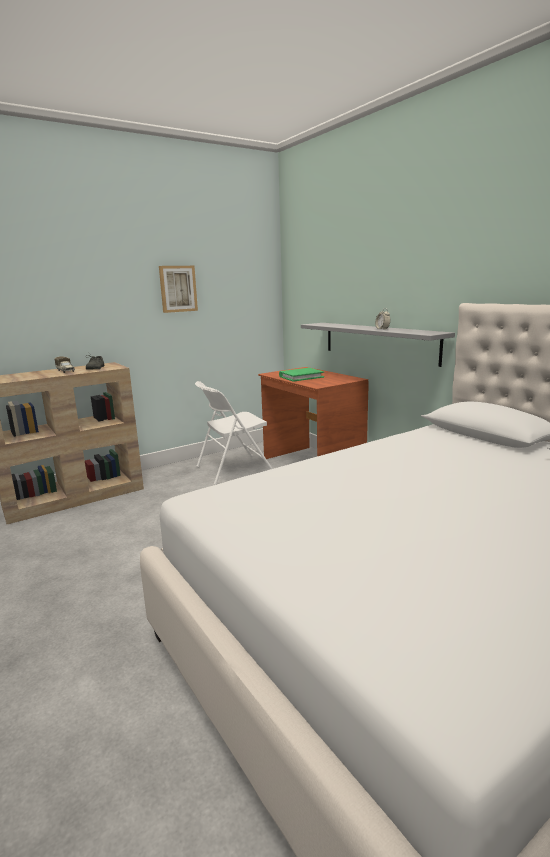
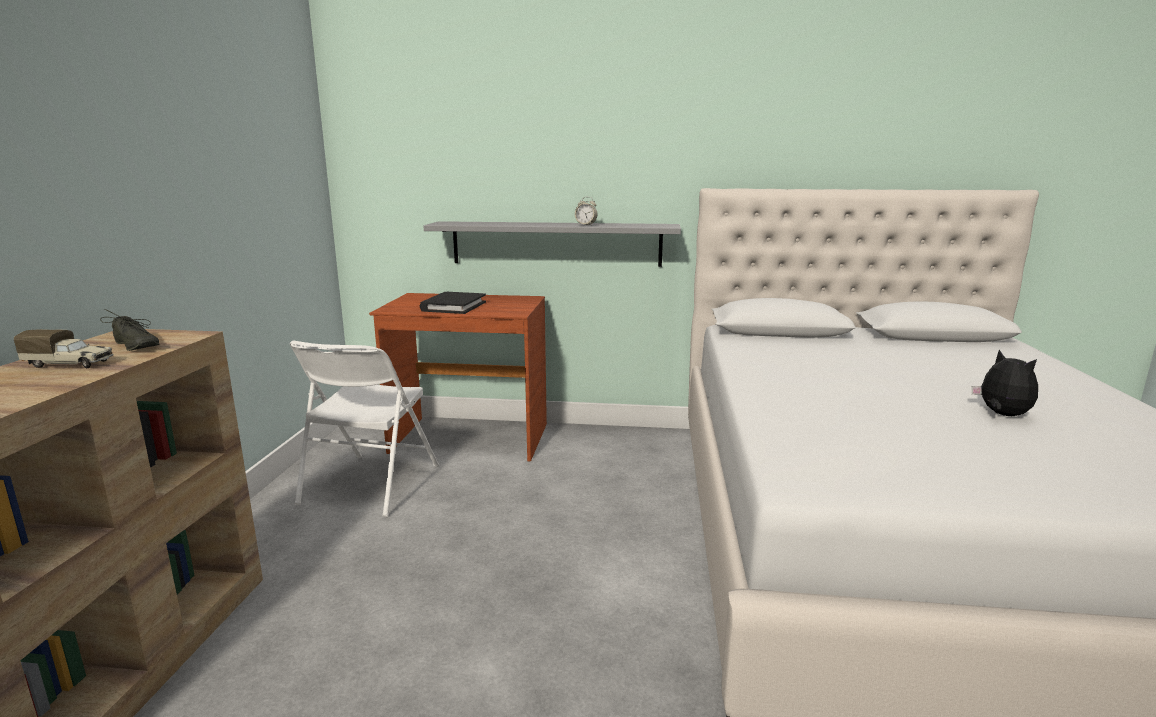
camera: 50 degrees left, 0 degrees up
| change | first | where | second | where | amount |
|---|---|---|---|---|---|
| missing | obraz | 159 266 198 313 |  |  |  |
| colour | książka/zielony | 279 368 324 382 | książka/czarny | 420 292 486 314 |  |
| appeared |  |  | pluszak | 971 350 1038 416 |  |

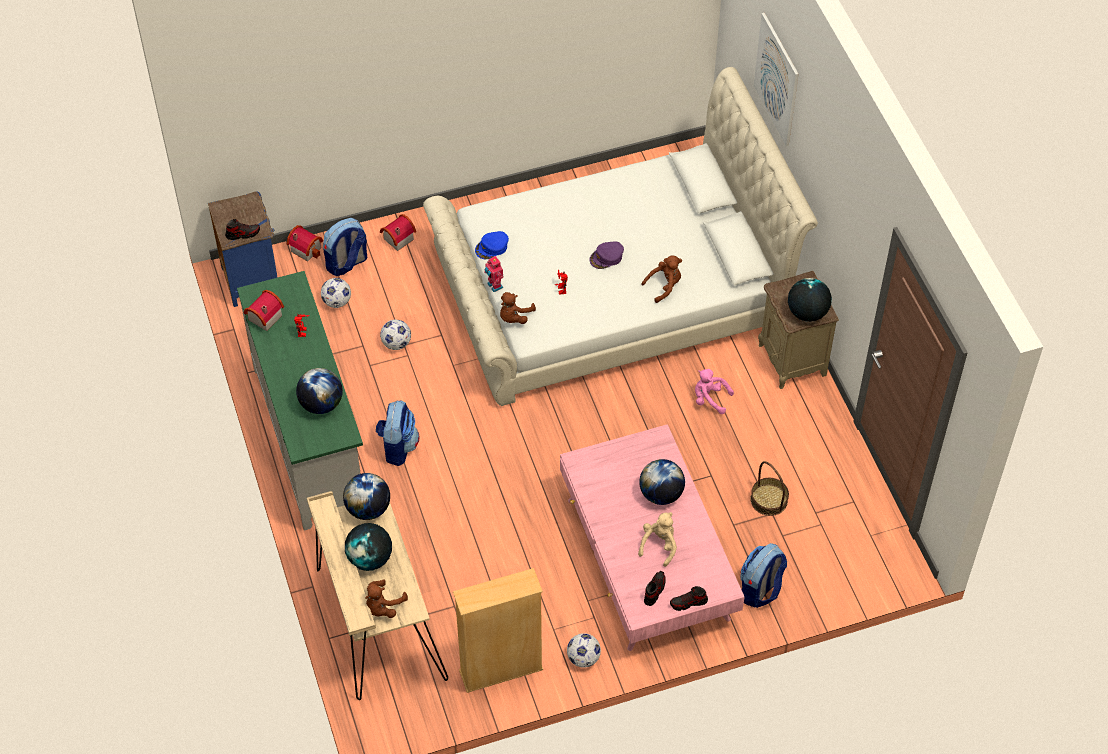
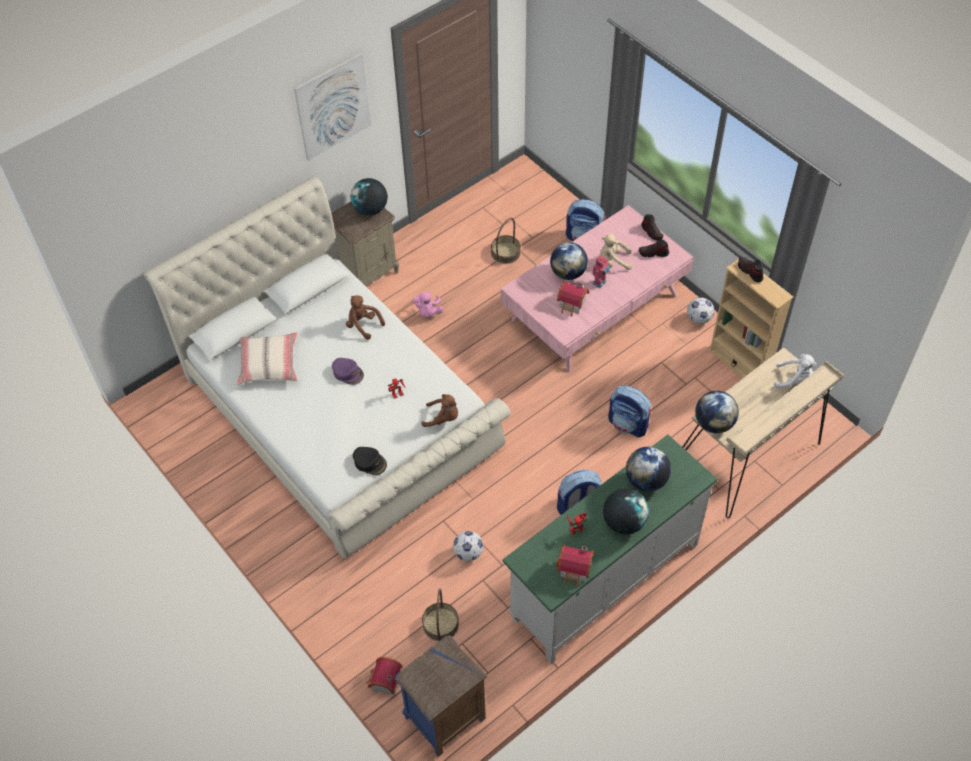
camera: 110 degrees left, 0 degrees up
| change | first | where | second | where | amount |
|---|---|---|---|---|---|
| relocated | but | 225 219 260 240 |  | 738 257 763 282 |  |
| exchanged | piłka futbolowa | 321 278 351 308 | koszyk | 422 589 459 641 |  |
| relocated | plecak | 323 218 367 276 |  | 608 385 652 437 |  |
| relocated | globus | 345 523 392 571 |  | 603 488 649 535 |  |
| colour | pluszak/brązowy | 365 579 408 618 | pluszak/biały | 774 354 817 388 |  |
| relocated | domek | 380 214 416 251 |  | 557 281 589 317 |  |
| colour | czapka z daszkiem/niebieski | 475 231 509 259 | czapka z daszkiem/czarny | 353 447 387 475 |  |
| relocated | robot zabawkowy | 484 256 503 292 |  | 592 255 610 288 |  |
| relocated | obraz | 754 13 799 146 |  | 294 52 371 161 |  |
| appeared |  |  | poduszka/beżowy | 237 332 298 385 |  |

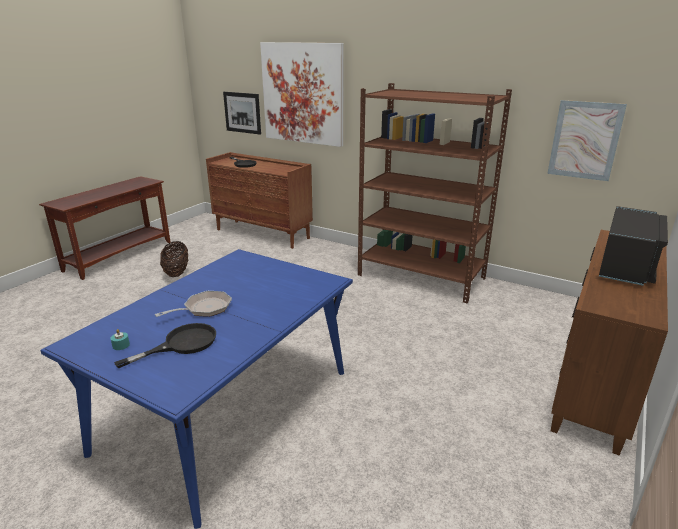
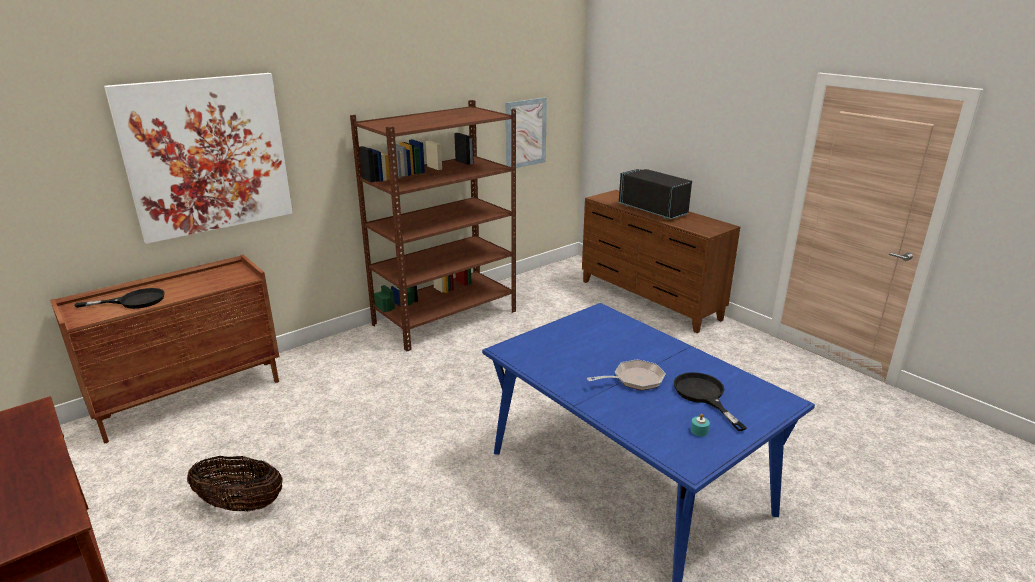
camera: 70 degrees left, 0 degrees up
| change | first | where | second | where | amount |
|---|---|---|---|---|---|
| spun | patelnia | 155 291 232 317 |  | 587 359 666 390 | 90 degrees clockwise |
| missing | obraz | 223 92 261 134 |  |  |  |

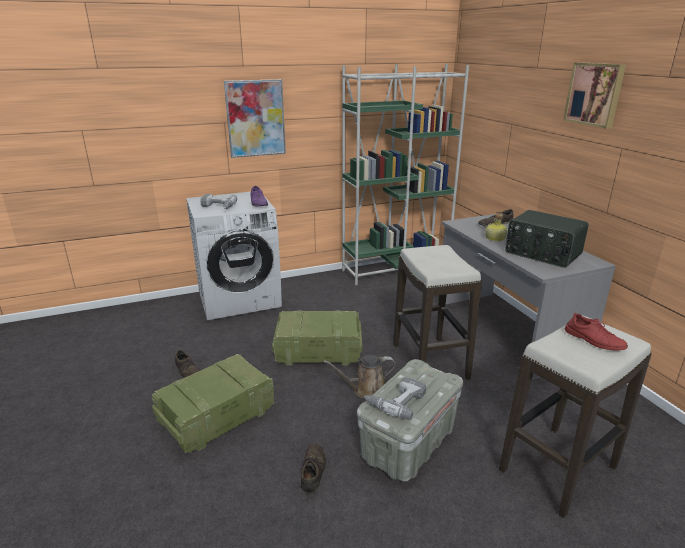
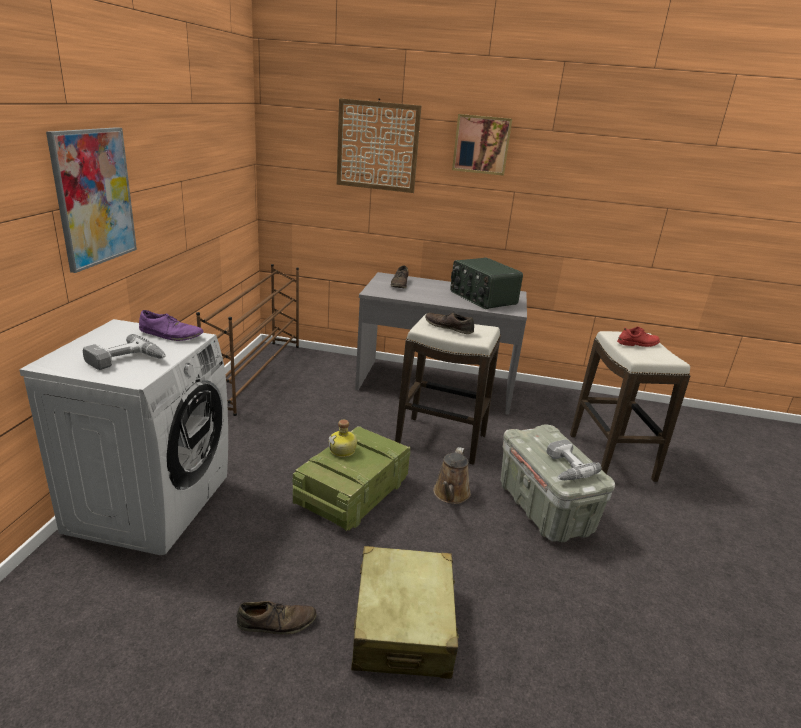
camera: 60 degrees left, 0 degrees up
| change | first | where | second | where | amount |
|---|---|---|---|---|---|
| exchanged | skrzynka | 152 354 274 453 | walizka/beżowy | 351 546 459 679 |  |
| relocated | but/brązowy | 301 443 326 495 |  | 425 312 474 334 |  |
| exchanged | regał/zielony | 342 63 469 285 | regał na buty/brązowy | 196 264 299 416 |  |
| relocated | butelka | 485 213 508 241 |  | 329 420 357 457 |  |
| spun | radio | 505 210 589 268 |  | 450 257 523 309 | 75 degrees clockwise |
| appeared |  |  | obraz | 337 98 421 193 |  |

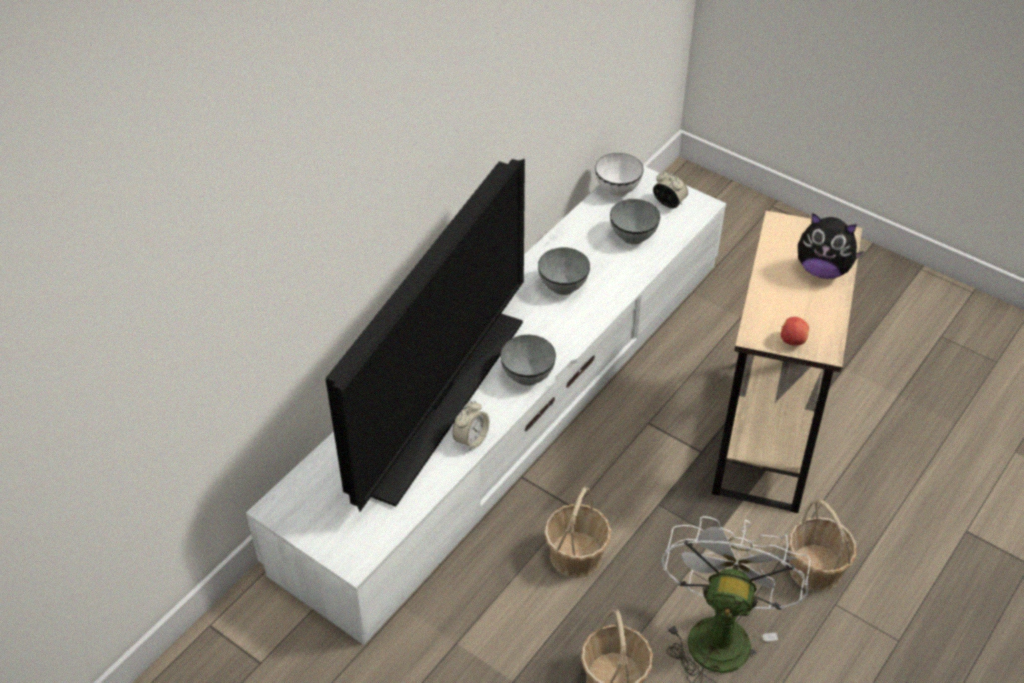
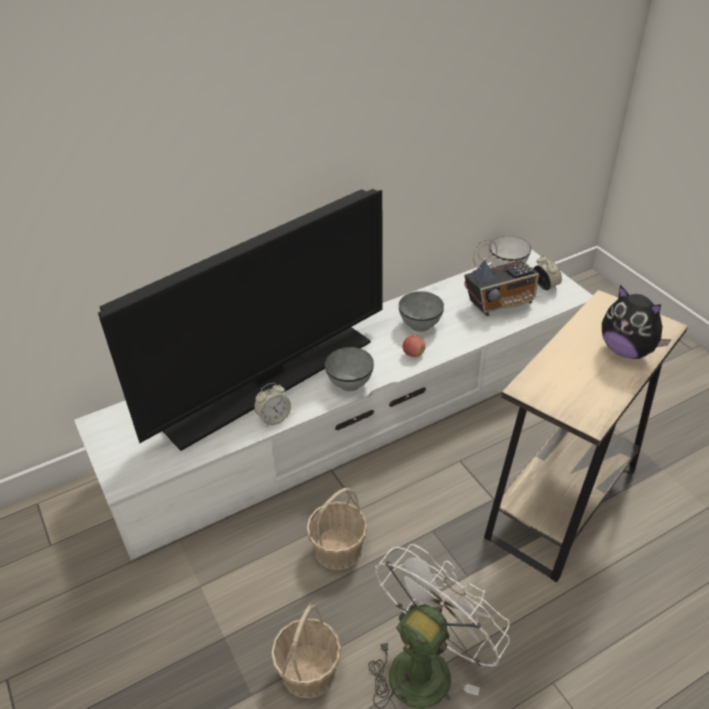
camera: 25 degrees right, 5 degrees down
| change | first | where | second | where | amount |
|---|---|---|---|---|---|
| exchanged | miska/szary | 610 199 660 245 | radio | 464 239 539 316 |  |
| relocated | jabłko | 781 317 809 346 |  | 403 335 426 357 |  |
| missing | koszyk | 789 499 857 592 |  |  |  |

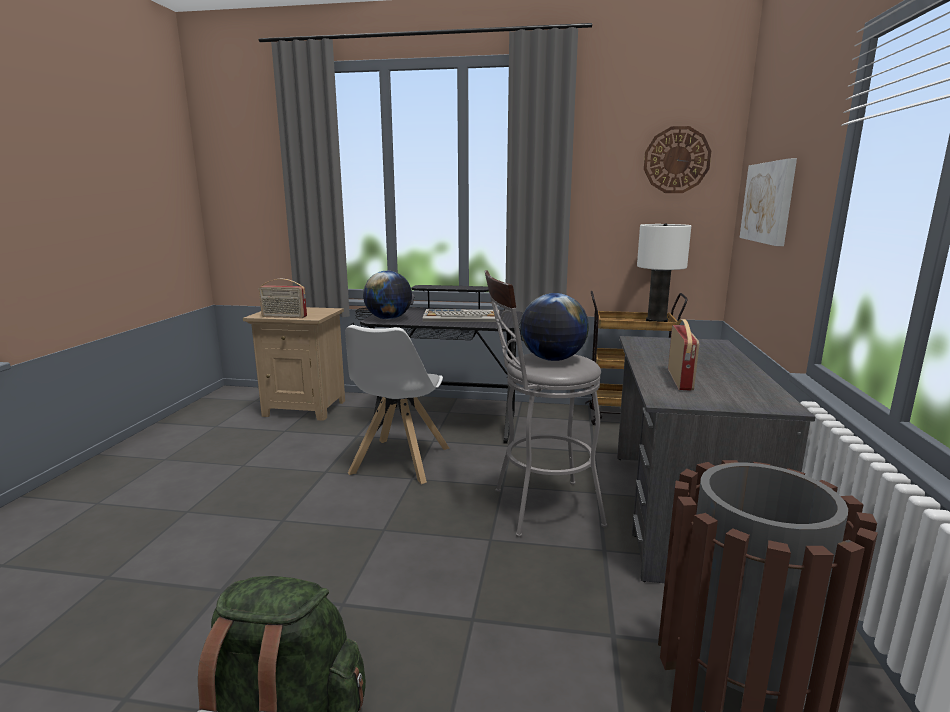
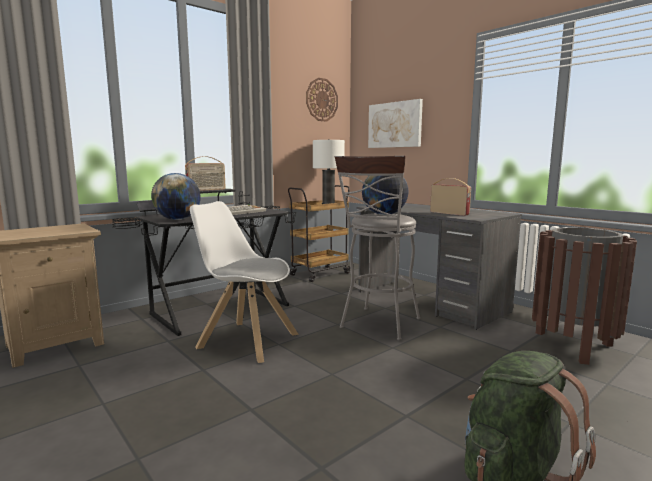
camera: 50 degrees left, 5 degrees down
| change | first | where | second | where | amount |
|---|---|---|---|---|---|
| relocated | radio | 259 279 307 318 |  | 185 156 226 191 |  |
| spun | krzesło | 345 325 450 484 |  | 190 201 299 363 | 150 degrees clockwise |

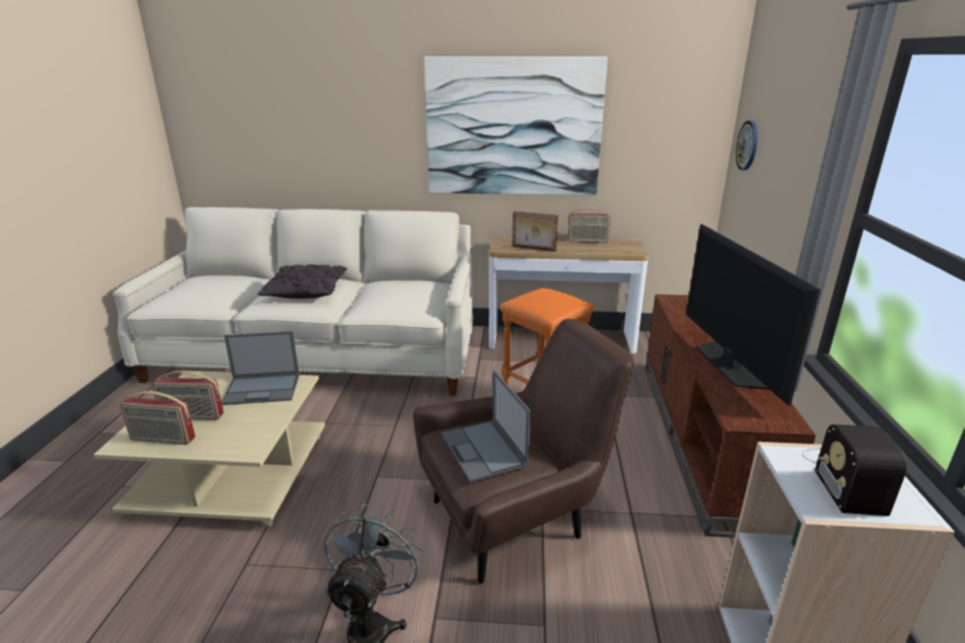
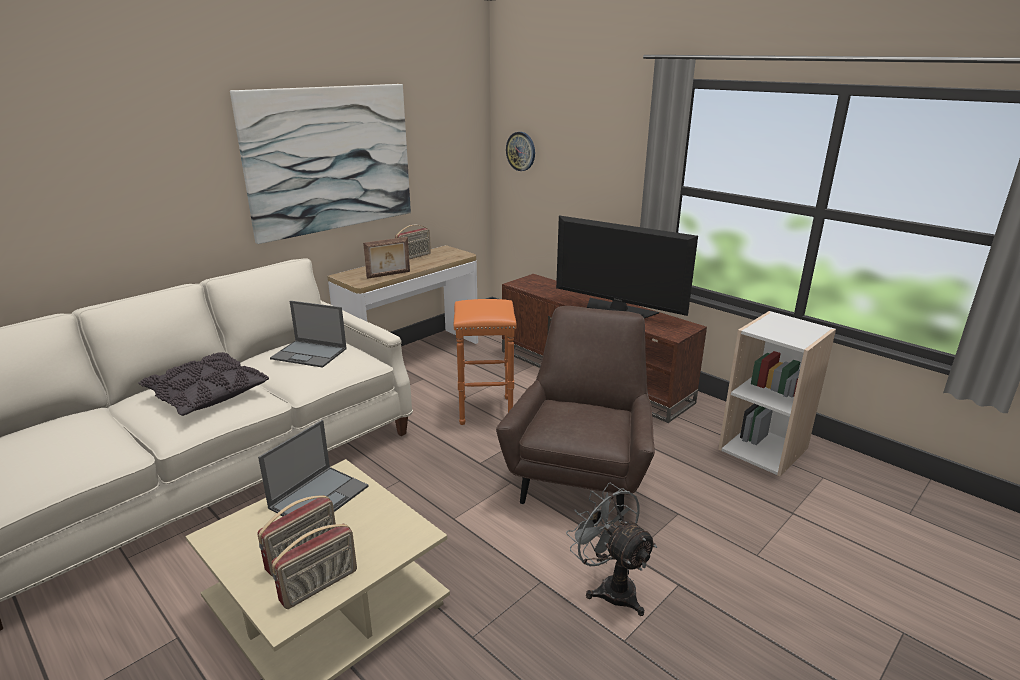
camera: 50 degrees left, 0 degrees up
| change | first | where | second | where | amount |
|---|---|---|---|---|---|
| relocated | laptop | 441 370 531 483 |  | 270 301 347 368 |  |
| missing | radio | 802 424 907 516 |  |  |  |

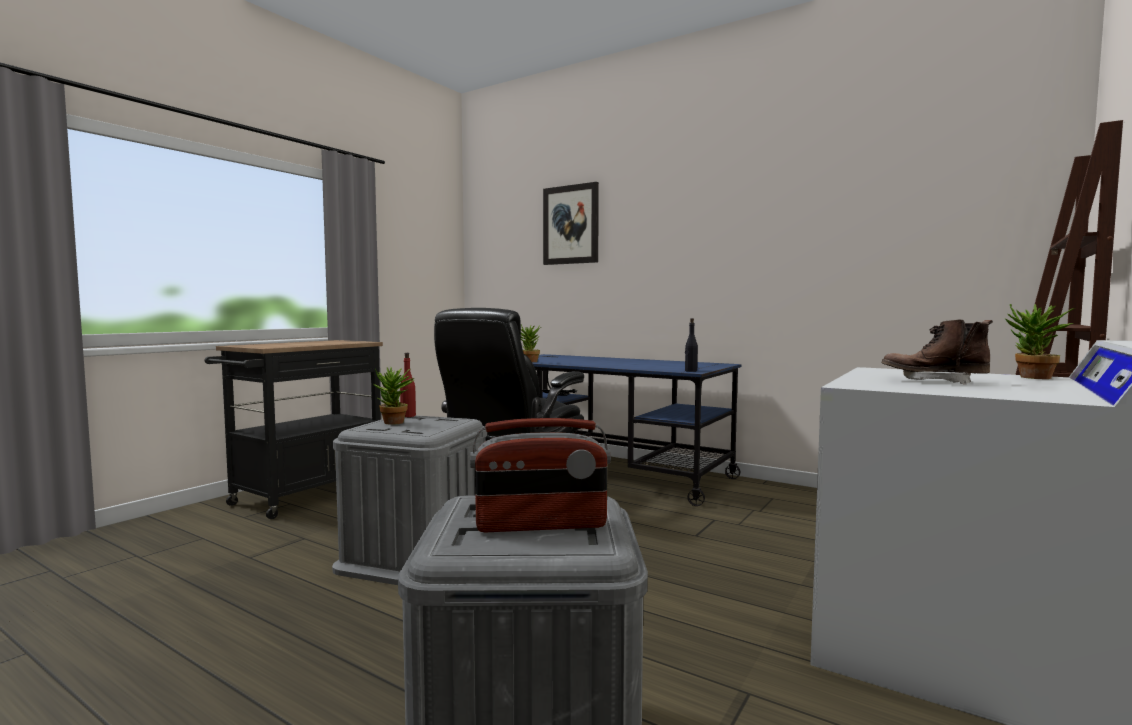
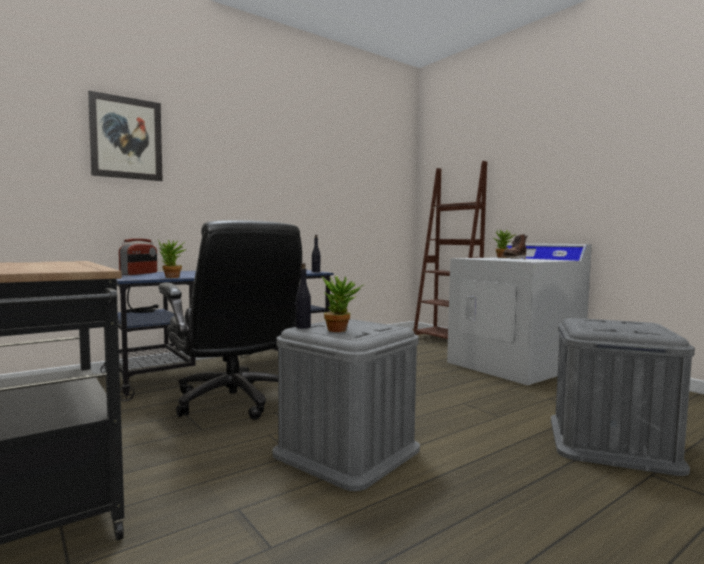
camera: 70 degrees left, 0 degrees up
| change | first | where | second | where | amount |
|---|---|---|---|---|---|
| colour | butelka/czerwony | 400 353 416 417 | butelka/czarny | 295 263 311 329 |  |
| relocated | radio | 470 418 611 532 |  | 119 238 157 275 |  |

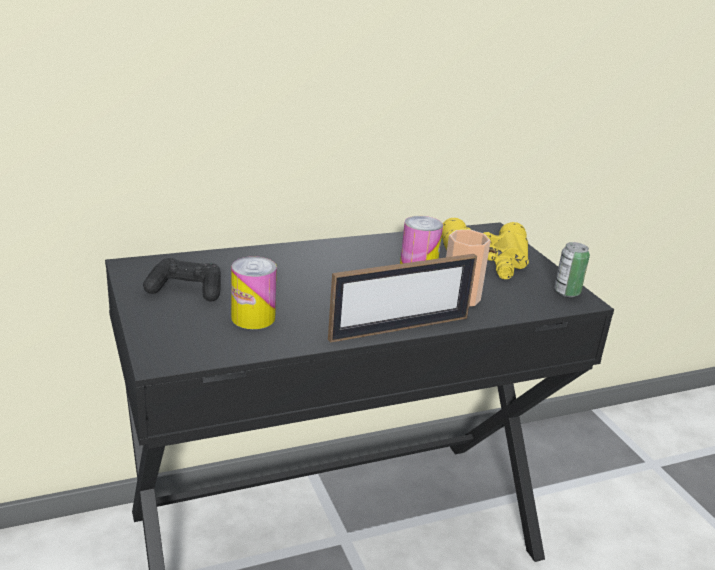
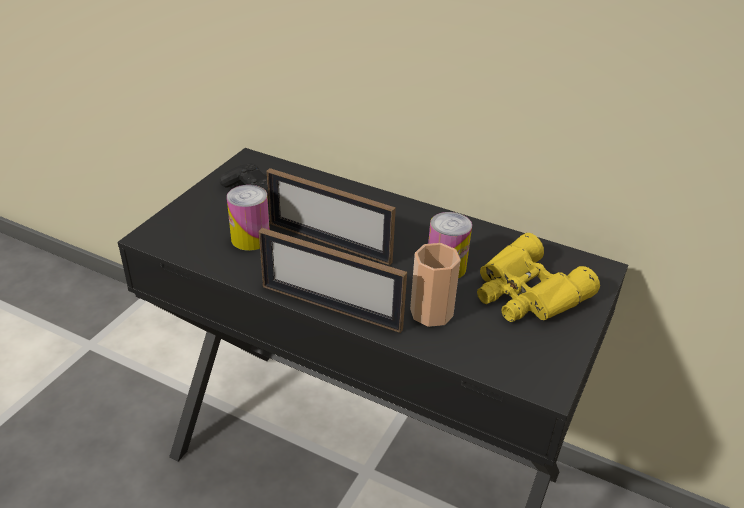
camera: 50 degrees right, 10 degrees up
| change | first | where | second | where | amount |
|---|---|---|---|---|---|
| missing | puszka | 554 242 590 297 |  |  |  |
| appeared |  |  | ramka na zdjęcie | 267 168 396 265 |  |

